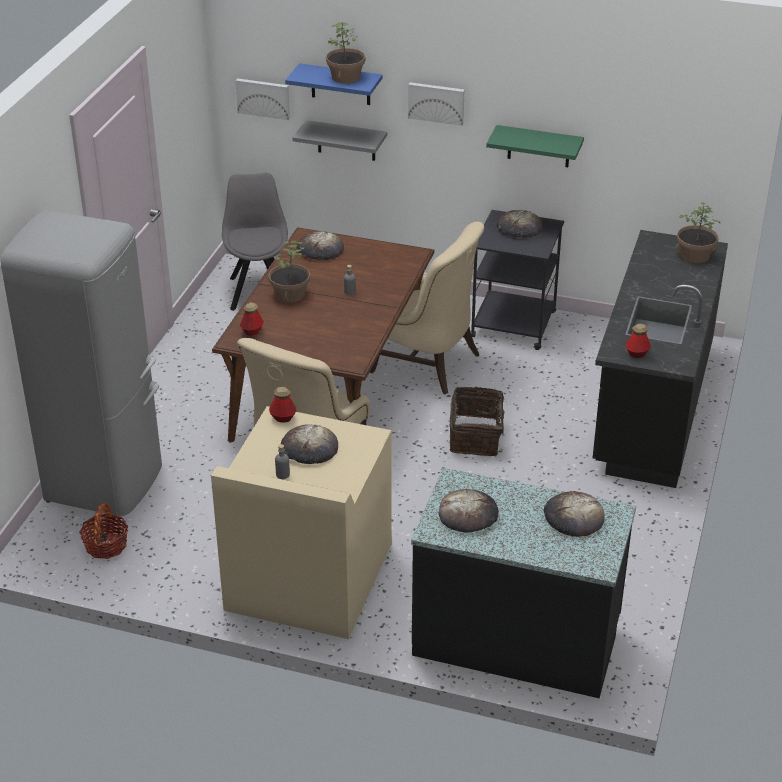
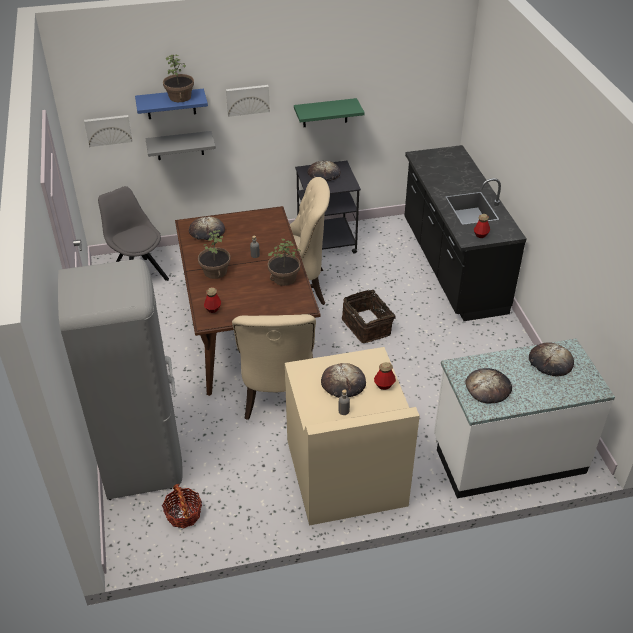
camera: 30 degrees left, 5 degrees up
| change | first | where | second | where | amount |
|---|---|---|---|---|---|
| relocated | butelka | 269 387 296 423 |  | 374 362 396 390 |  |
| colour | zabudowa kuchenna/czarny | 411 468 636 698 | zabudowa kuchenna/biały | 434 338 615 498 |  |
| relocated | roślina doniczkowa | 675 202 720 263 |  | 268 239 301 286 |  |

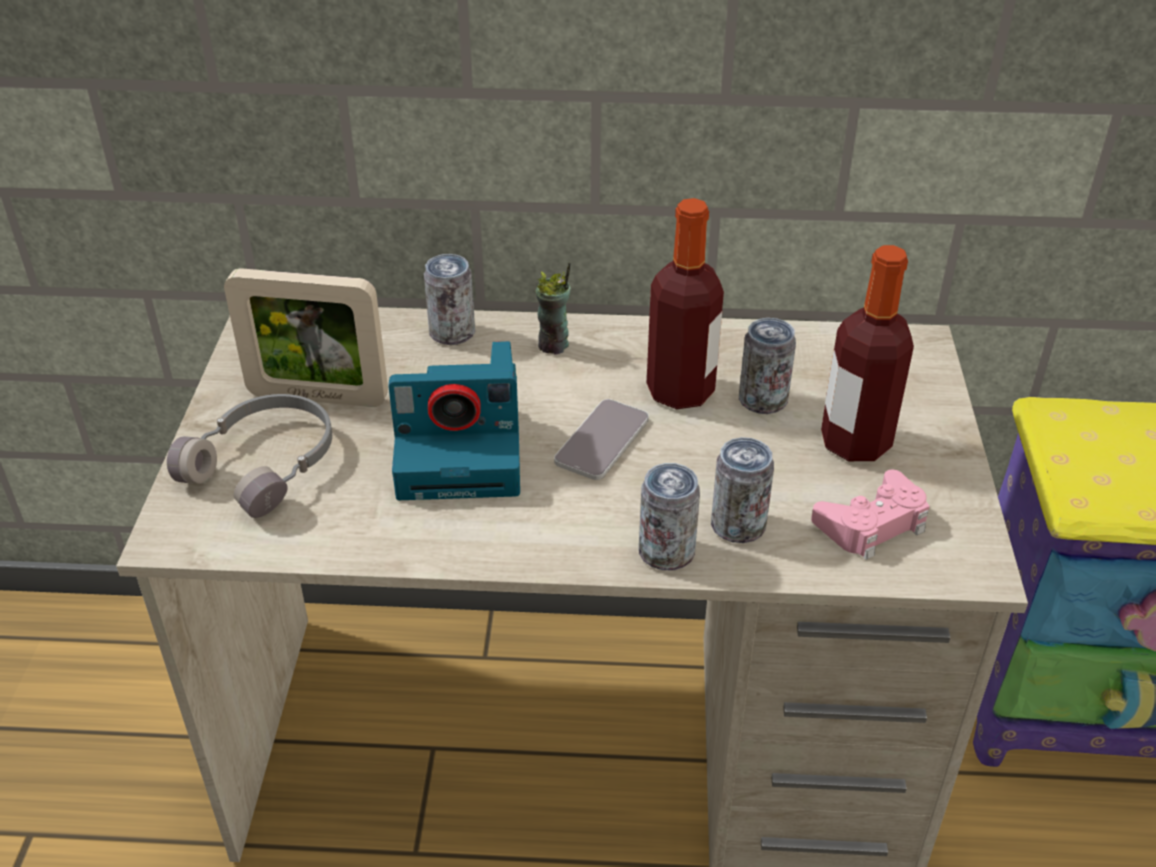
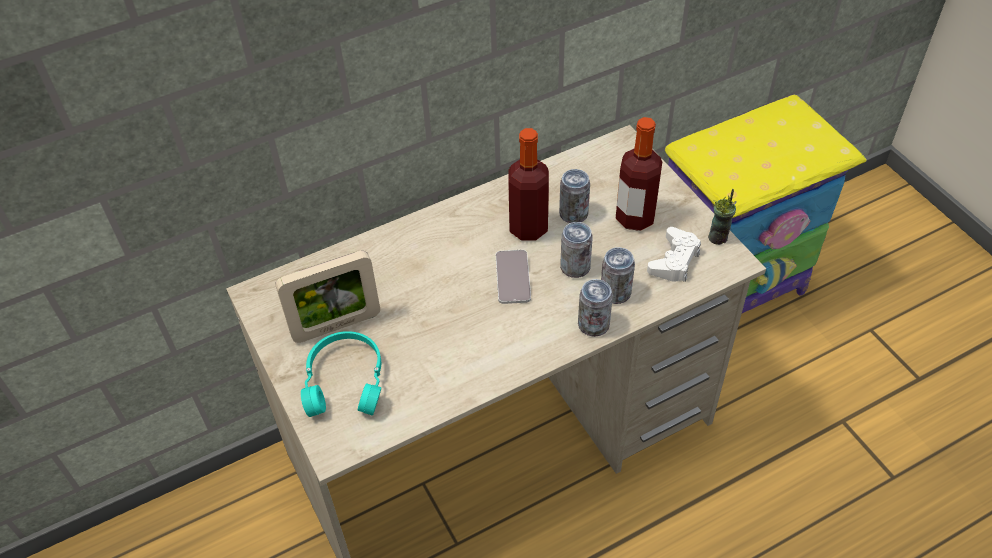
camera: 30 degrees left, 10 degrees up
| change | first | where | second | where | amount |
|---|---|---|---|---|---|
| colour | słuchawki/szary | 167 394 332 518 | słuchawki/turkusowy | 301 331 381 417 |  |
| missing | aparat fotograficzny | 388 341 520 500 |  |  |  |
| relocated | puszka | 424 254 475 345 |  | 560 222 593 278 |  |
| relocated | filiżanka | 536 262 571 355 |  | 708 189 737 245 |  |
| colour | pad do gier/różowy | 811 470 929 560 | pad do gier/biały | 647 227 701 282 |  |

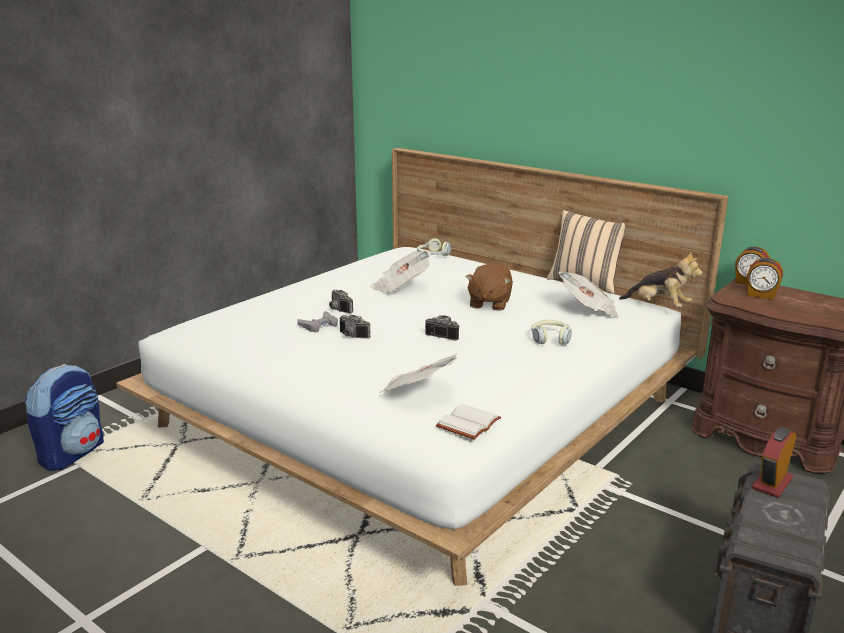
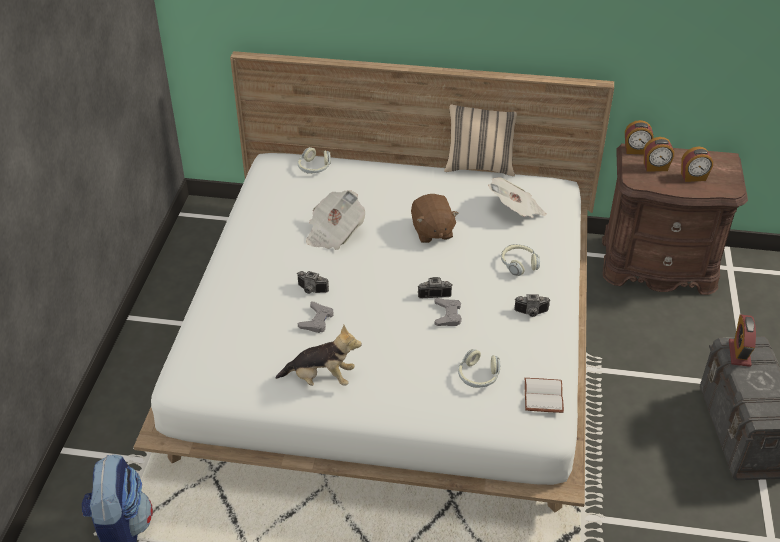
camera: 30 degrees left, 20 degrees up
| change | first | where | second | where | amount |
|---|---|---|---|---|---|
| relocated | aparat fotograficzny | 340 315 371 338 |  | 514 294 550 317 |  |
| exchanged | gazeta | 380 354 457 393 | słuchawki | 458 349 500 388 |  |
| relocated | pluszak | 619 251 703 307 |  | 275 325 362 386 |  |
| appeared |  |  | pad do gier/szary | 434 298 462 326 |  |
| appeared |  |  | budzik | 681 147 713 182 |  |

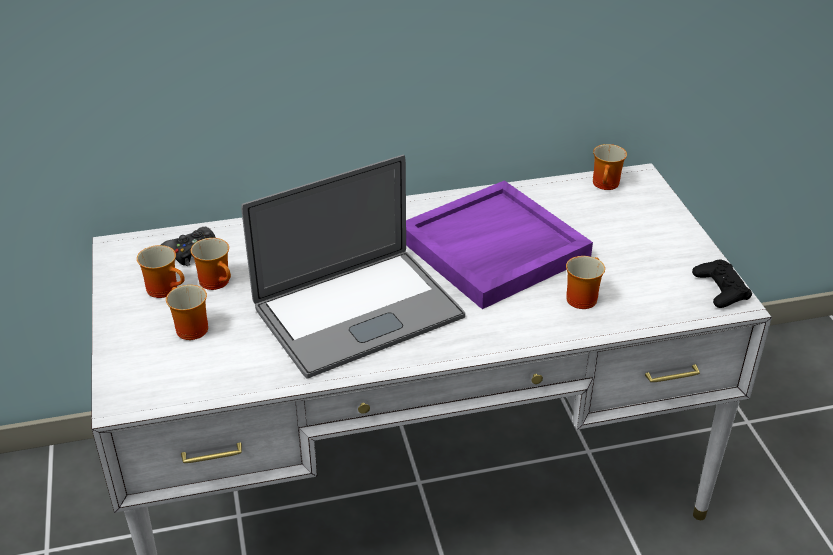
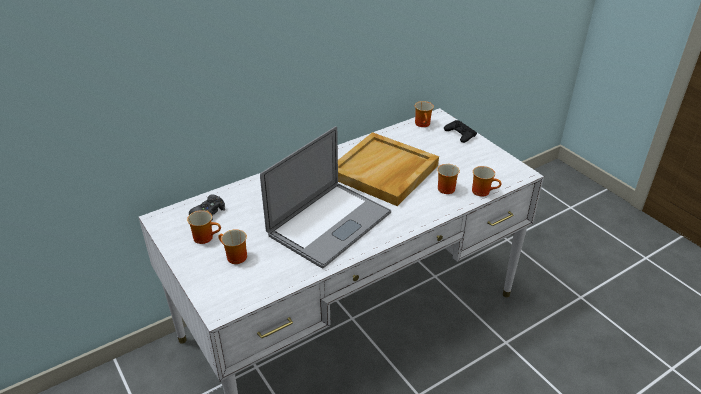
camera: 20 degrees left, 0 degrees up
| change | first | where | second | where | amount |
|---|---|---|---|---|---|
| relocated | kubek | 191 238 231 290 |  | 472 166 501 197 |  |
| colour | taca/fioletowy | 406 180 593 309 | taca/beżowy | 338 132 439 206 |  |
| relocated | pad do gier/czarny | 692 260 752 308 |  | 444 120 477 143 |  |

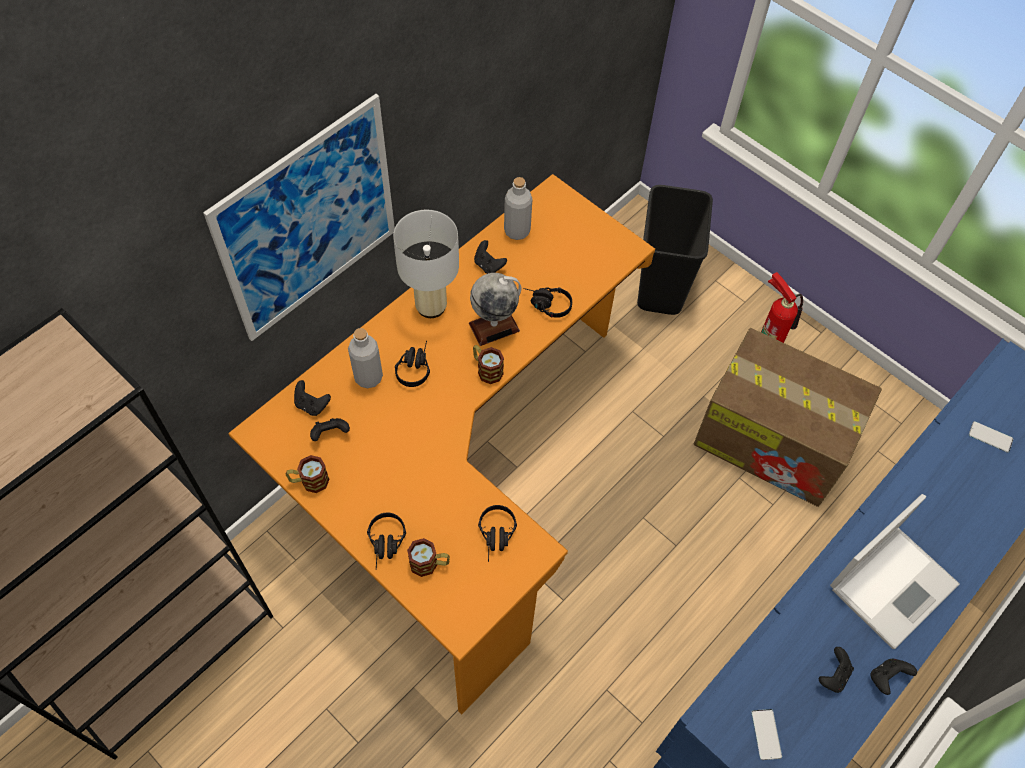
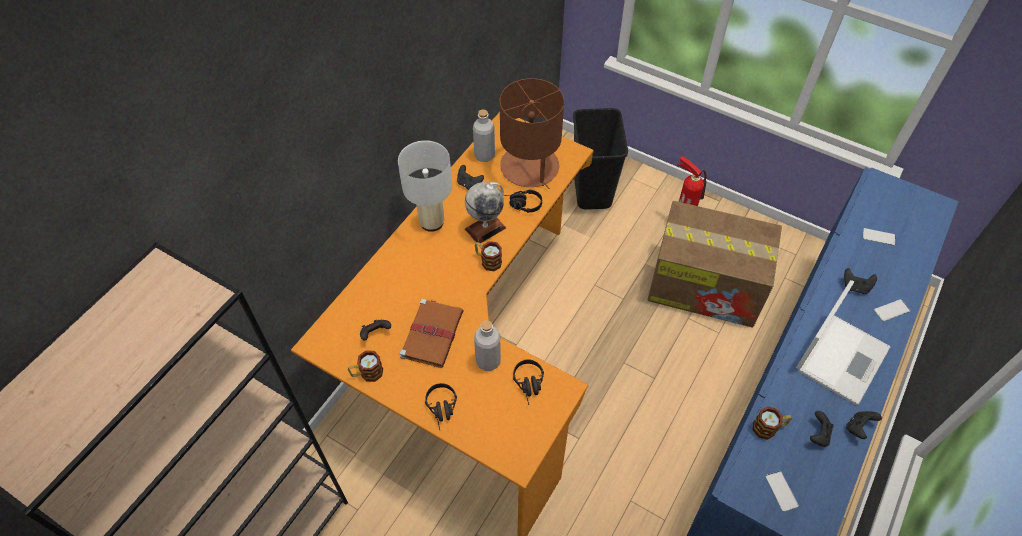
camera: 10 degrees left, 5 degrees down
| change | first | where | second | where | amount |
|---|---|---|---|---|---|
| missing | obraz | 203 94 395 341 |  |  |  |
| relocated | pad do gier/czarny | 294 380 331 416 |  | 844 268 877 294 |  |
| relocated | butelka/szary | 348 328 383 388 |  | 474 320 501 371 |  |
| missing | słuchawki/czarny | 395 341 430 387 |  |  |  |
| relocated | kubek | 407 538 450 577 |  | 752 406 792 440 |  |
| appeared |  |  | książka/brązowy | 400 299 464 368 |  |
| appeared |  |  | lampa stołowa/brązowy | 500 78 564 189 |  |
| appeared |  |  | telefon | 874 299 911 322 |  |

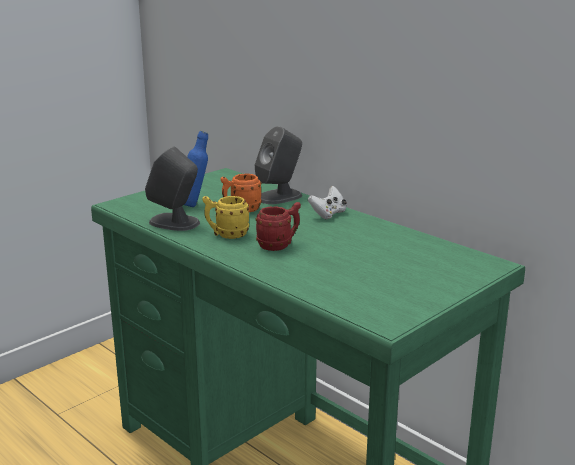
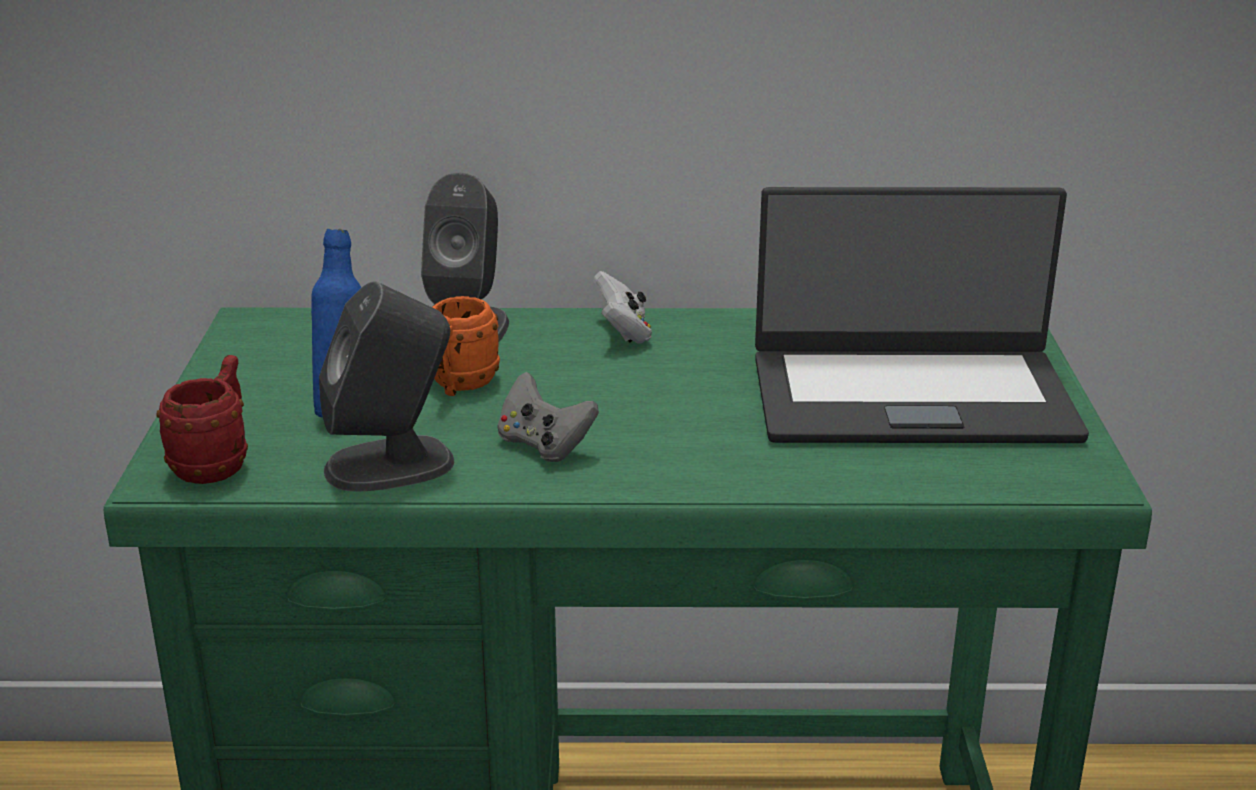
camera: 45 degrees left, 5 degrees up
| change | first | where | second | where | amount |
|---|---|---|---|---|---|
| exchanged | kubek/żółty | 202 196 249 239 | pad do gier/szary | 498 372 599 462 |  |
| relocated | kubek/czerwony | 255 202 301 251 |  | 156 355 248 484 |  |
| appeared |  |  | laptop | 755 187 1089 443 |  |

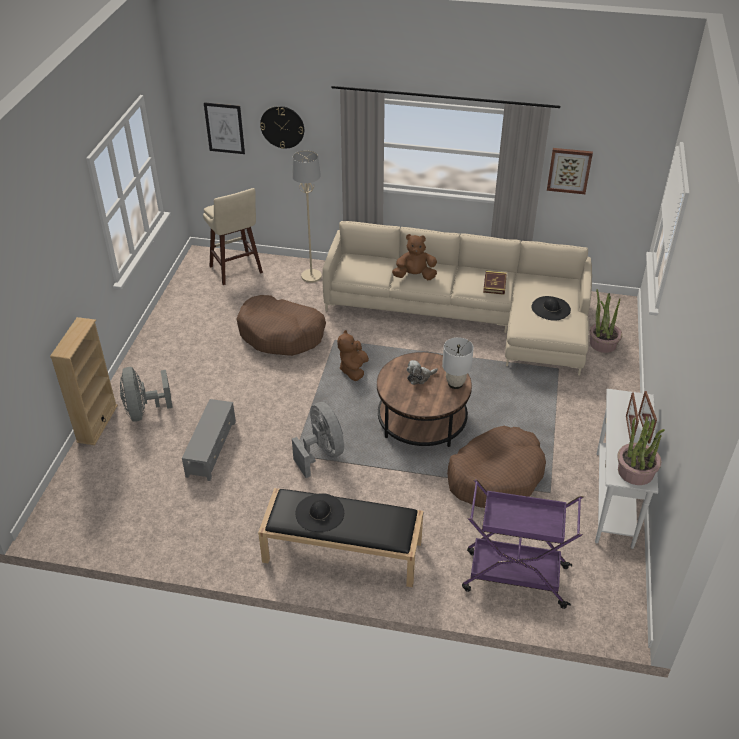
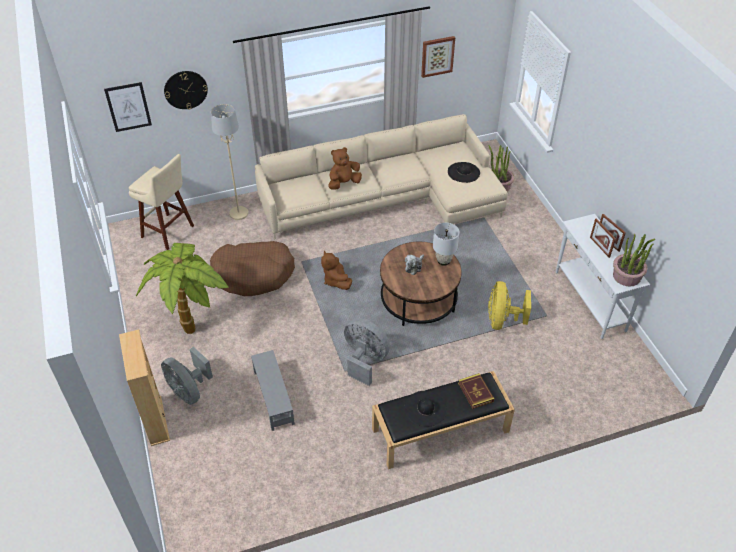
camera: 30 degrees left, 5 degrees up
| change | first | where | second | where | amount |
|---|---|---|---|---|---|
| exchanged | legowisko/brązowy | 447 426 546 508 | wentylator/żółty | 488 281 531 330 |  |
| missing | wózek/fioletowy | 462 479 584 609 |  |  |  |
| relocated | książka | 483 271 507 295 |  | 458 373 494 409 |  |
| appeared |  |  | roślina doniczkowa | 136 243 229 334 |  |

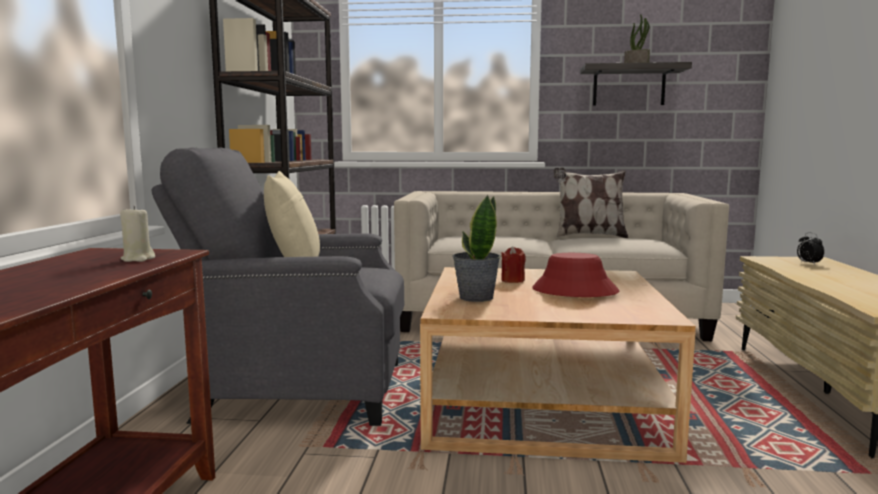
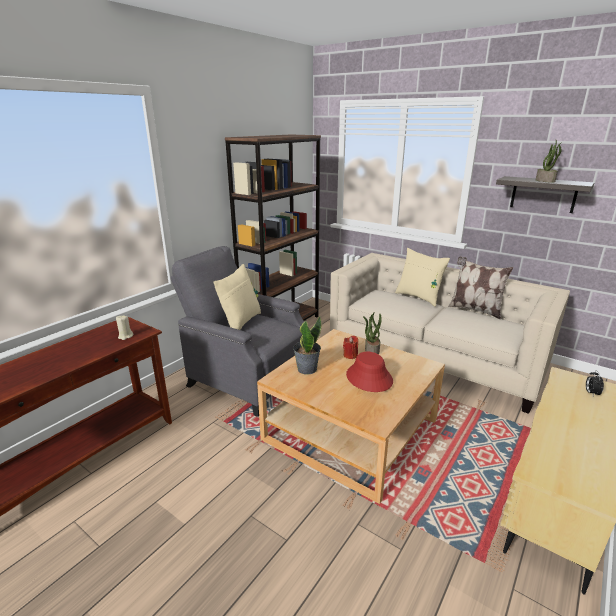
camera: 30 degrees right, 15 degrees up
| change | first | where | second | where | amount |
|---|---|---|---|---|---|
| appeared |  |  | roślina doniczkowa | 363 312 382 354 |  |
| appeared |  |  | poduszka/beżowy | 395 248 450 307 |  |

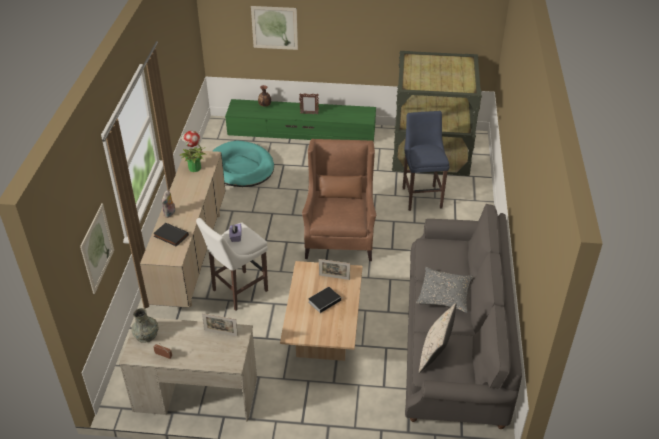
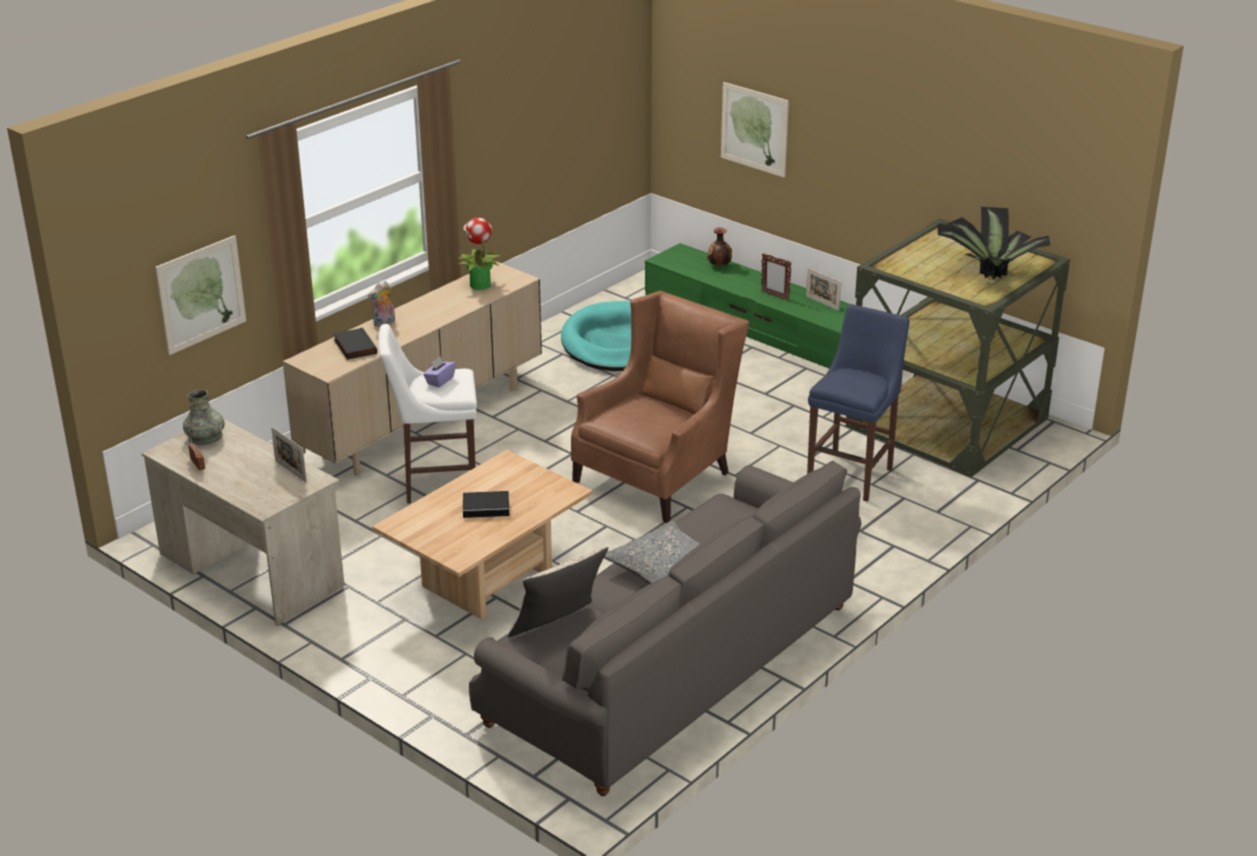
camera: 35 degrees right, 10 degrees down
| change | first | where | second | where | amount |
|---|---|---|---|---|---|
| relocated | ramka na zdjęcie | 319 259 350 280 |  | 806 268 841 311 |  |
| appeared |  |  | roślina doniczkowa | 938 207 1050 281 |  |

